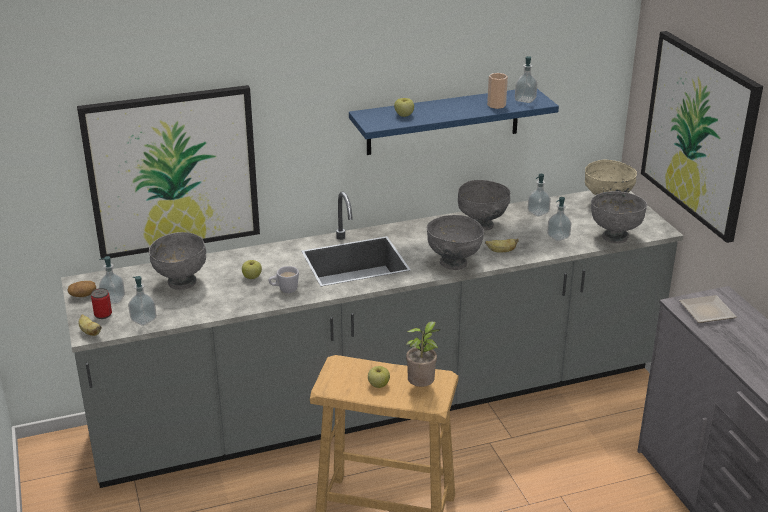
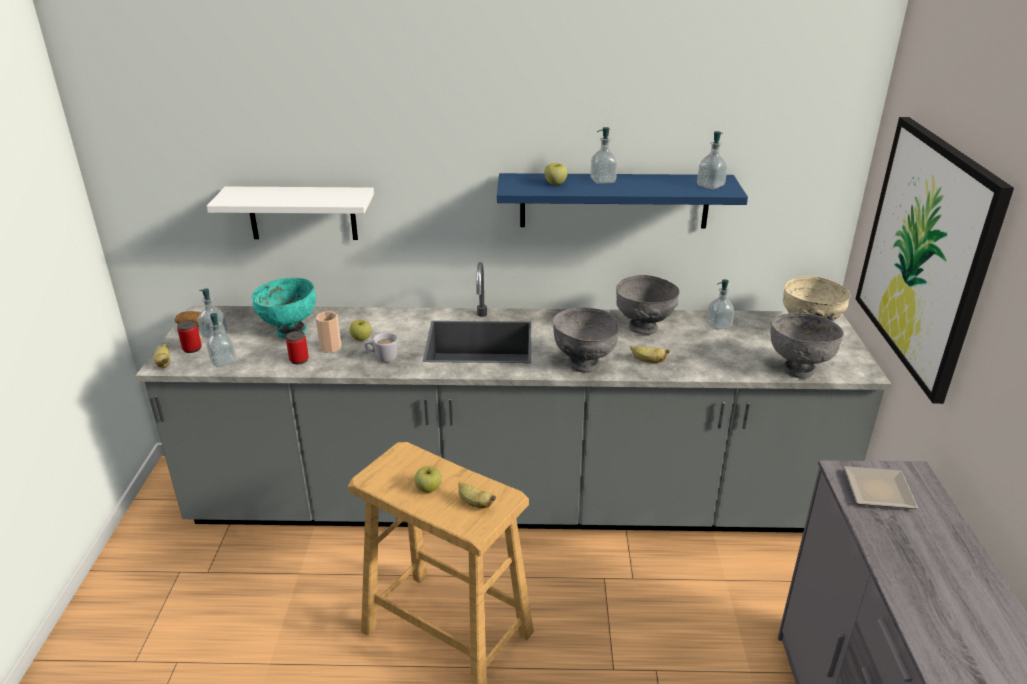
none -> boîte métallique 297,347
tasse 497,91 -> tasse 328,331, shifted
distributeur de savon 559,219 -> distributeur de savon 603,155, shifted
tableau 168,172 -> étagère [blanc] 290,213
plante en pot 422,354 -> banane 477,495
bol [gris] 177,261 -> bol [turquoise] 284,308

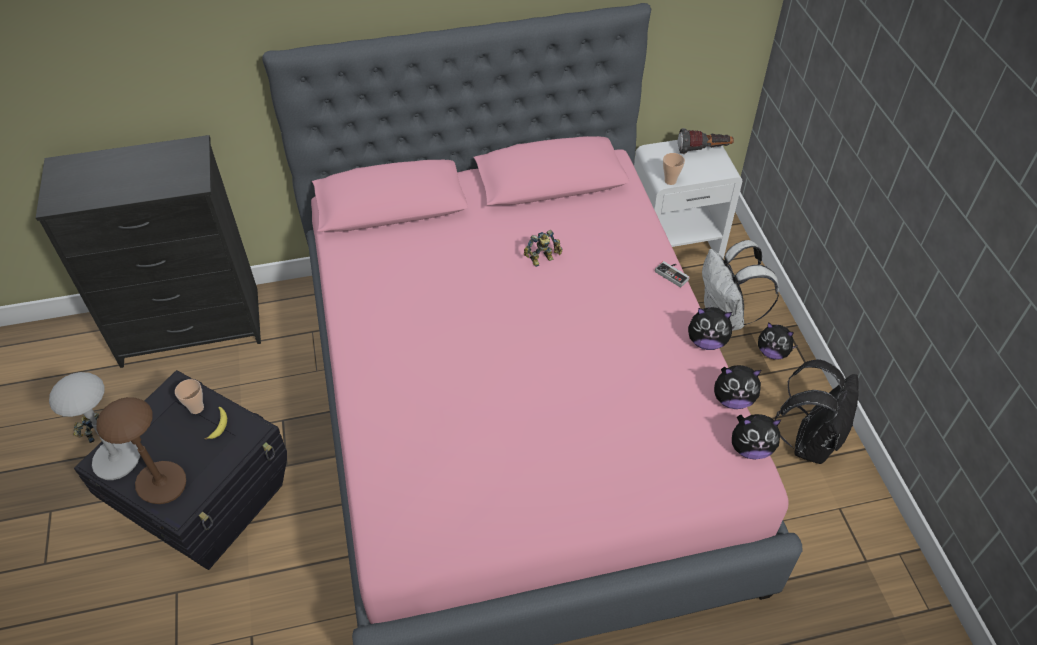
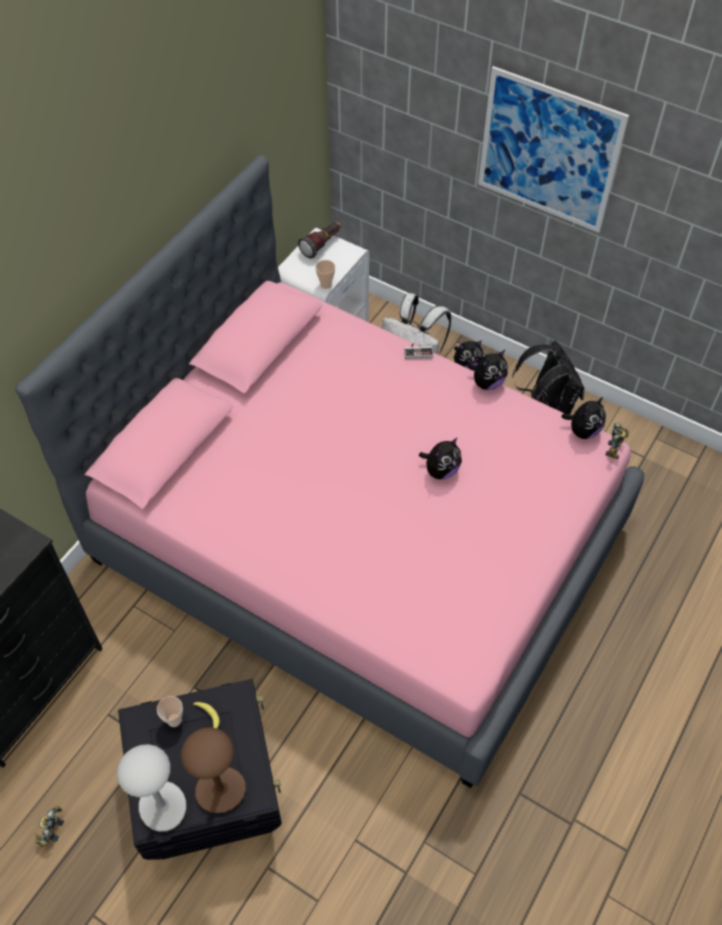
none -> tableau 553,149
robot jouet 543,248 -> robot jouet 617,440, shifted
peluche 738,387 -> peluche 440,459, shifted

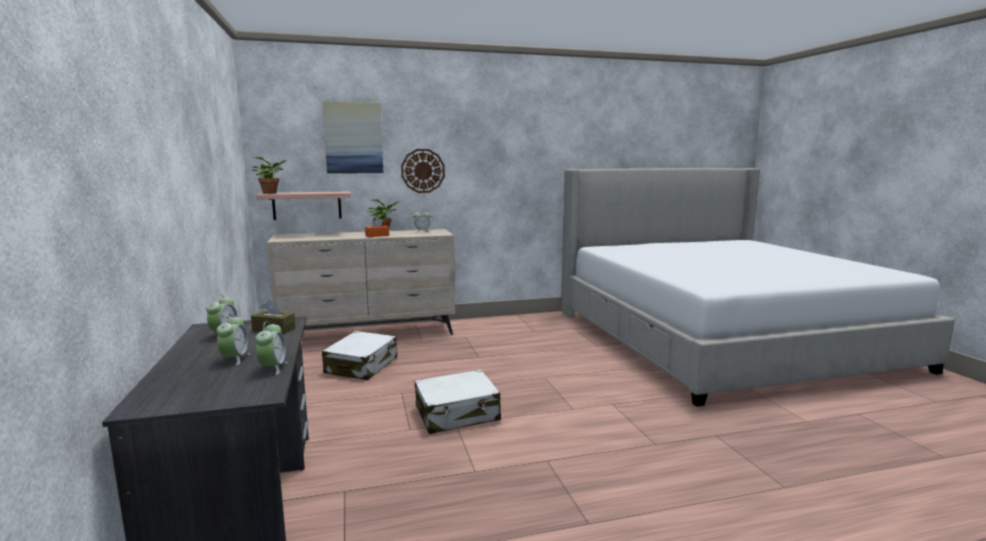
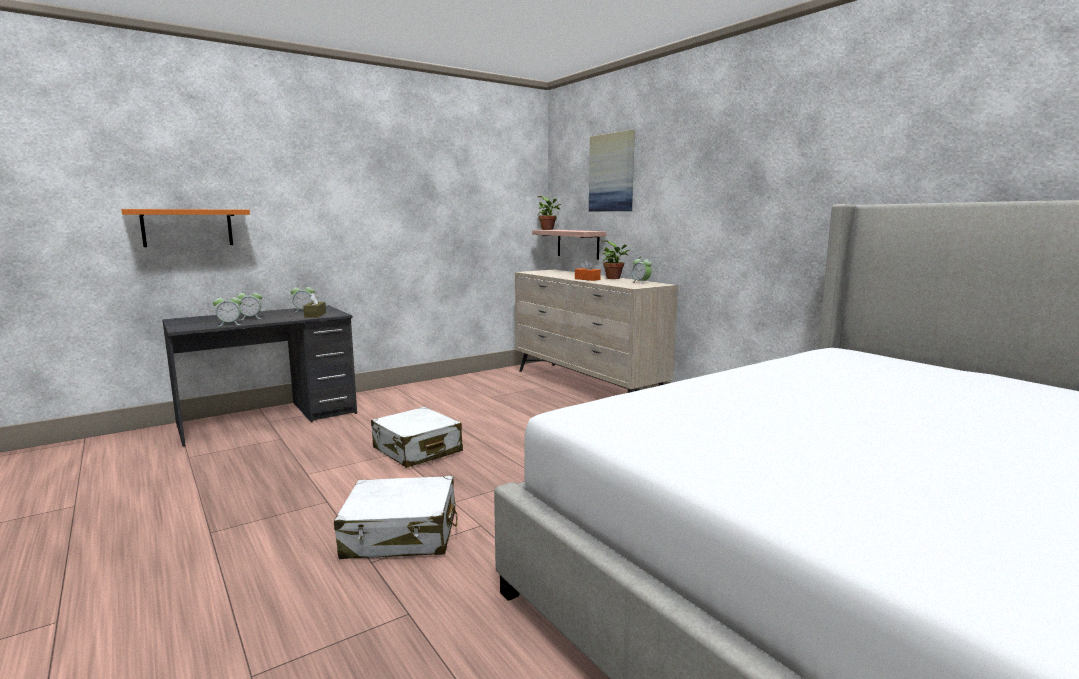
horloge murale 423,171 -> none
none -> étagère [orange] 185,228
valise [blanc] 359,355 -> valise [blanc] 395,517, shifted

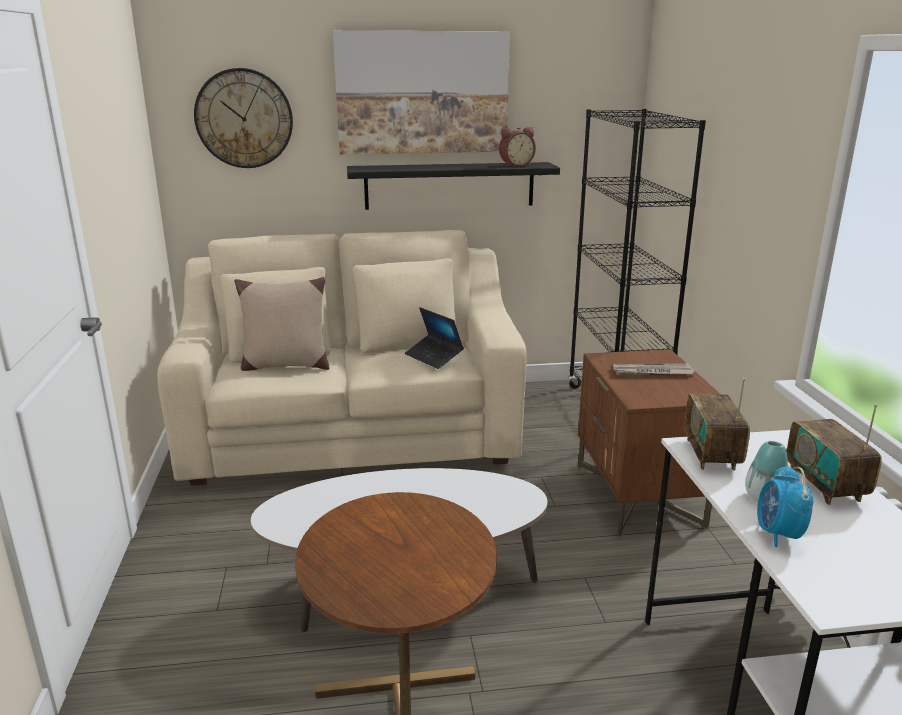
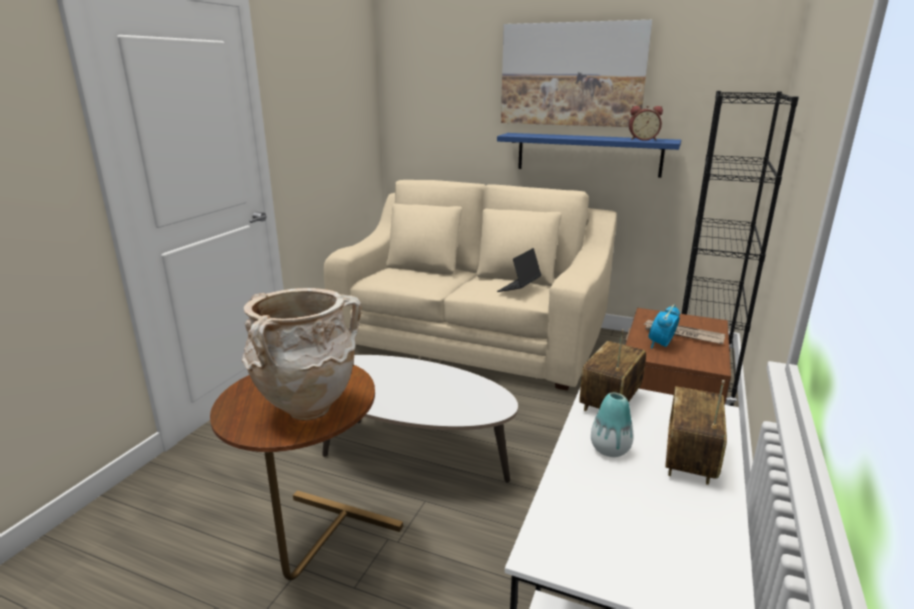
horloge murale 243,118 -> none
coussin [beige] 281,324 -> none
none -> vase [beige] 302,354
réveil 785,506 -> réveil 664,326, shifted
étagère [noir] 453,186 -> étagère [bleu] 589,155
ordinateur portable 434,338 -> ordinateur portable 519,270, 45 degrees clockwise

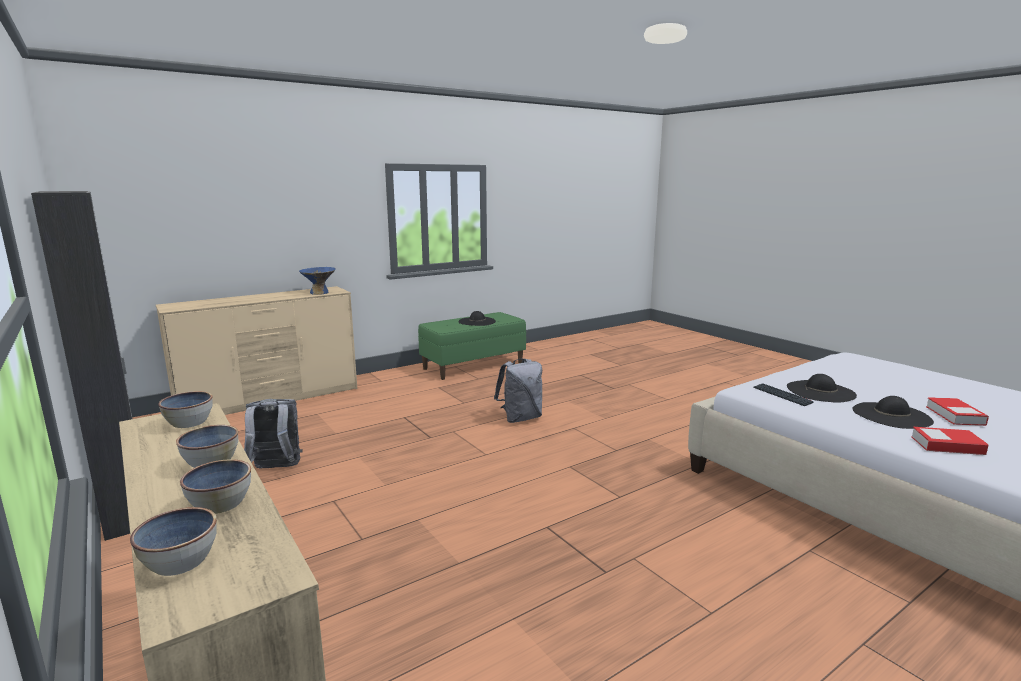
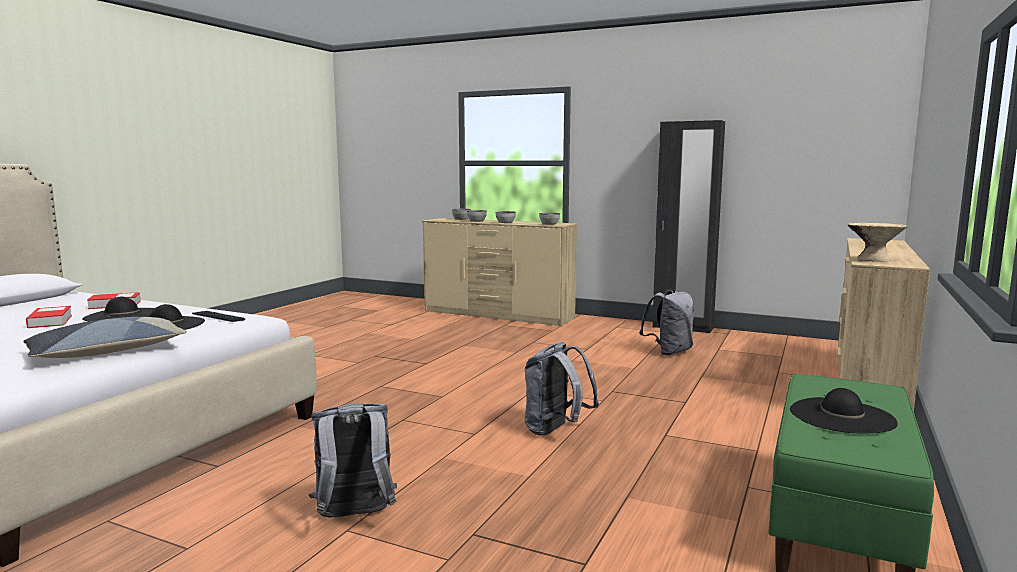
none -> coussin 105,337
none -> sac à dos [gris] 353,460
bol [bleu] 317,281 -> bol [beige] 878,242

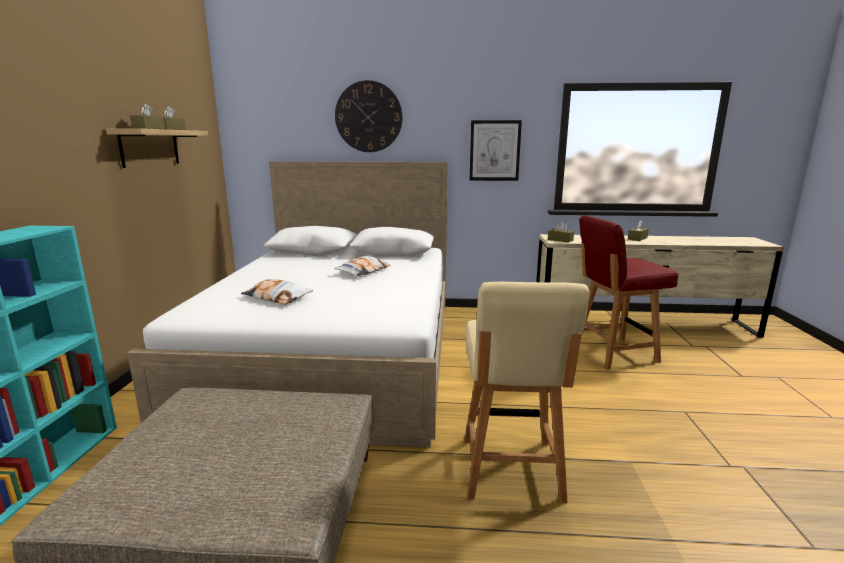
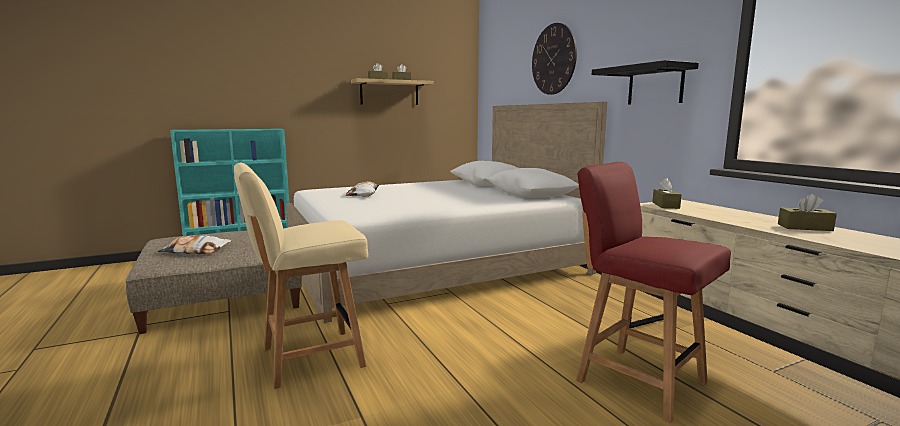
coussin 362,266 -> coussin 195,244, shifted
tableau 496,150 -> étagère [noir] 645,82

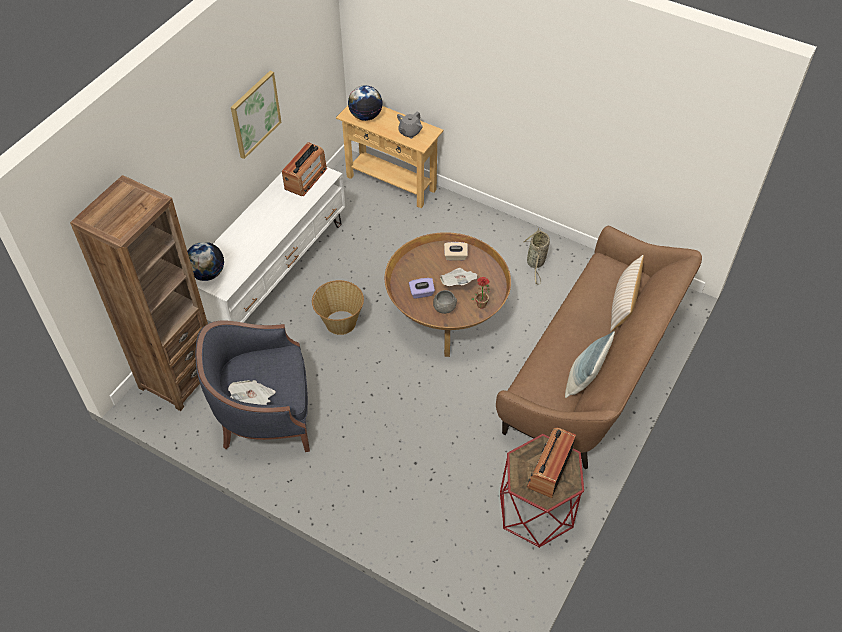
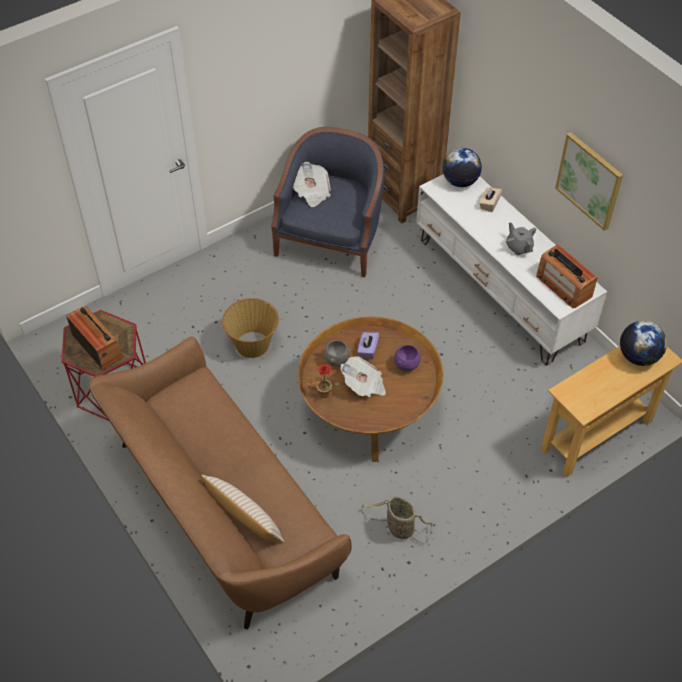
coussin 590,364 -> none
none -> bol [violet] 407,358
panier 338,307 -> panier 250,328, shifted
théière [gris] 410,125 -> théière [gris] 521,238, shifted
boîte à mouchoirs [beige] 456,251 -> boîte à mouchoirs [beige] 490,199, shifted

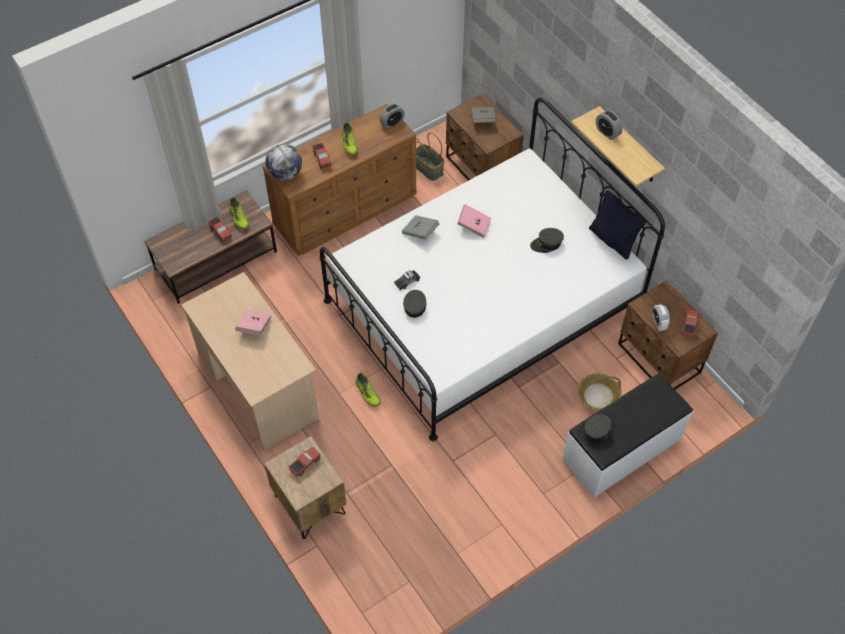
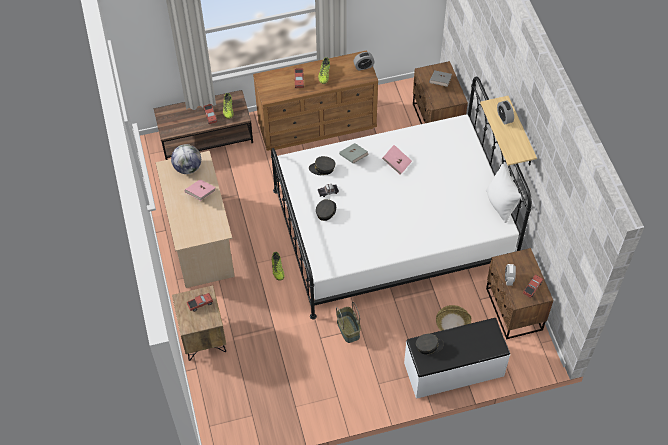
globe 283,162 -> globe 186,159, shifted
panier 430,157 -> panier 348,322, shifted
casquette [gris] 547,240 -> casquette [gris] 322,165, shifted
coussin [noir] 617,225 -> coussin [blanc] 504,193

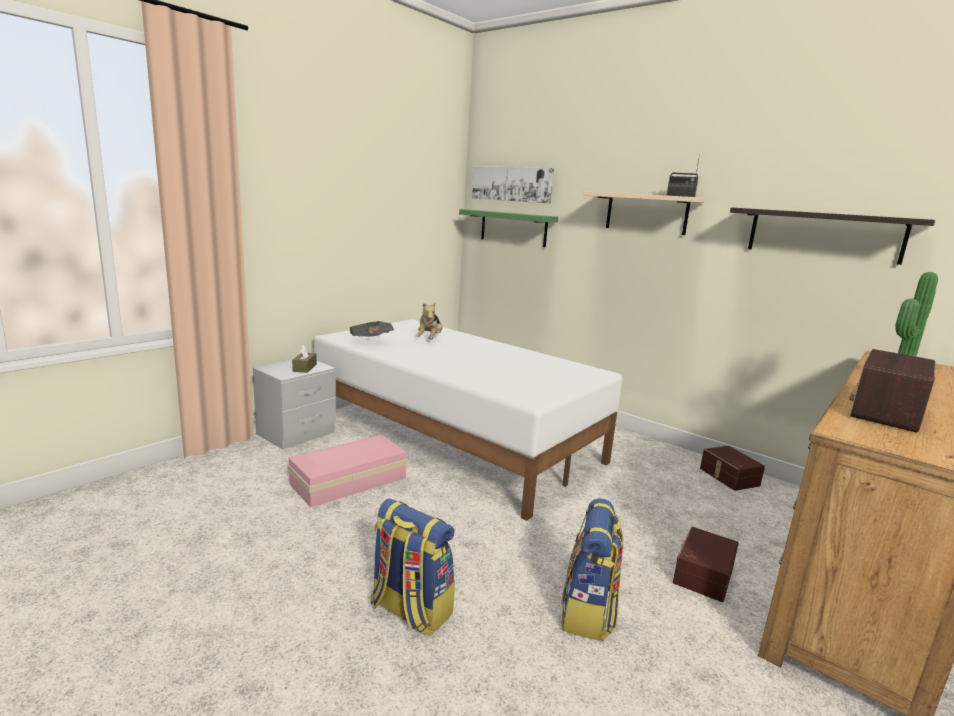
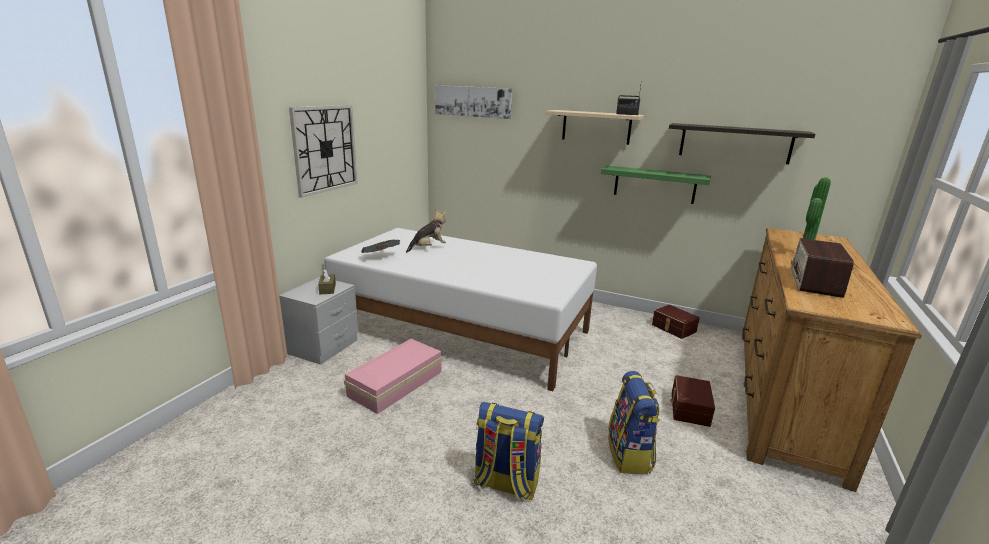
none -> horloge murale 323,151
étagère [vert] 508,228 -> étagère [vert] 656,185, shifted
peluche 429,320 -> peluche 426,231, 120 degrees counterclockwise

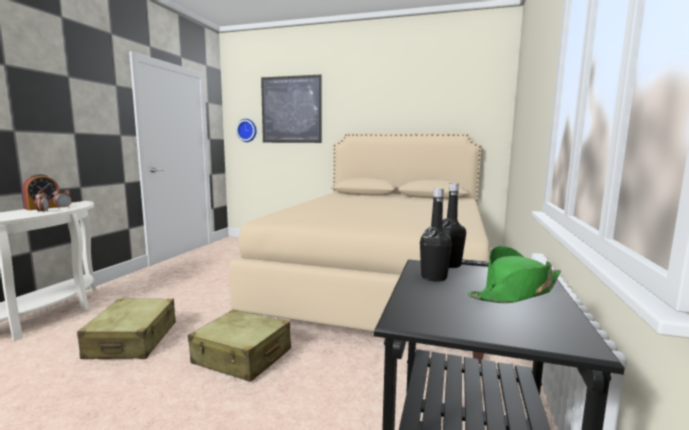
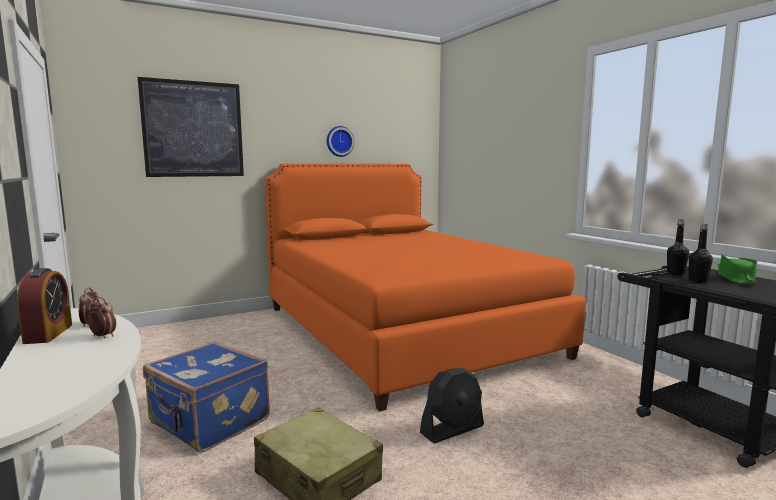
none -> valise [bleu] 206,397
horloge murale 246,130 -> horloge murale 340,141, shifted
valise [beige] 239,346 -> ventilateur [noir] 452,406
lit [beige] 359,248 -> lit [orange] 425,287

